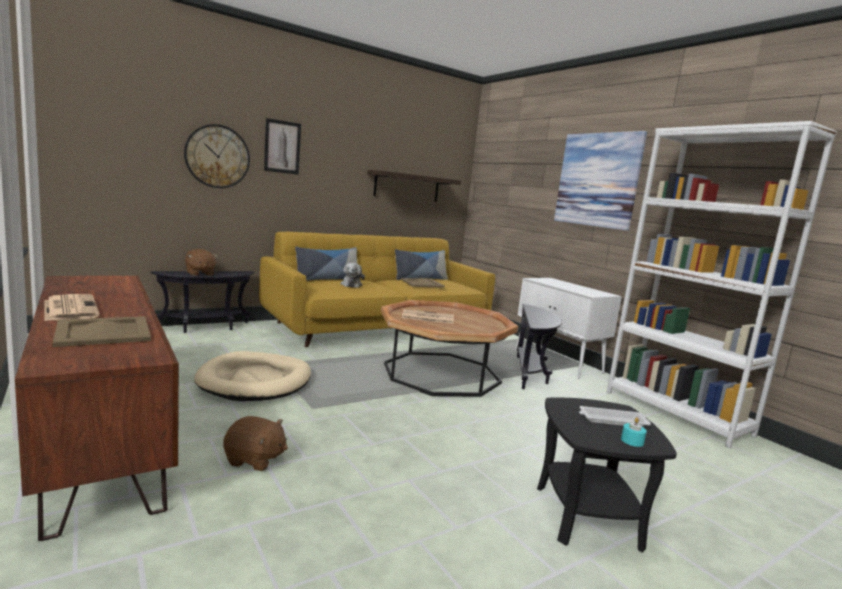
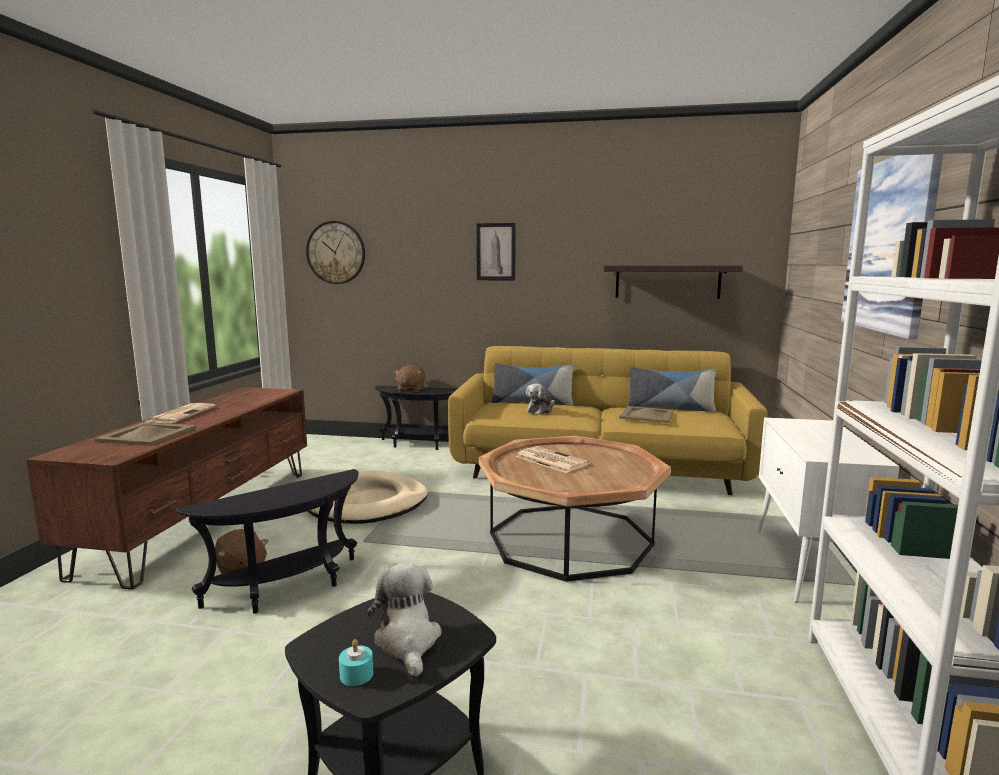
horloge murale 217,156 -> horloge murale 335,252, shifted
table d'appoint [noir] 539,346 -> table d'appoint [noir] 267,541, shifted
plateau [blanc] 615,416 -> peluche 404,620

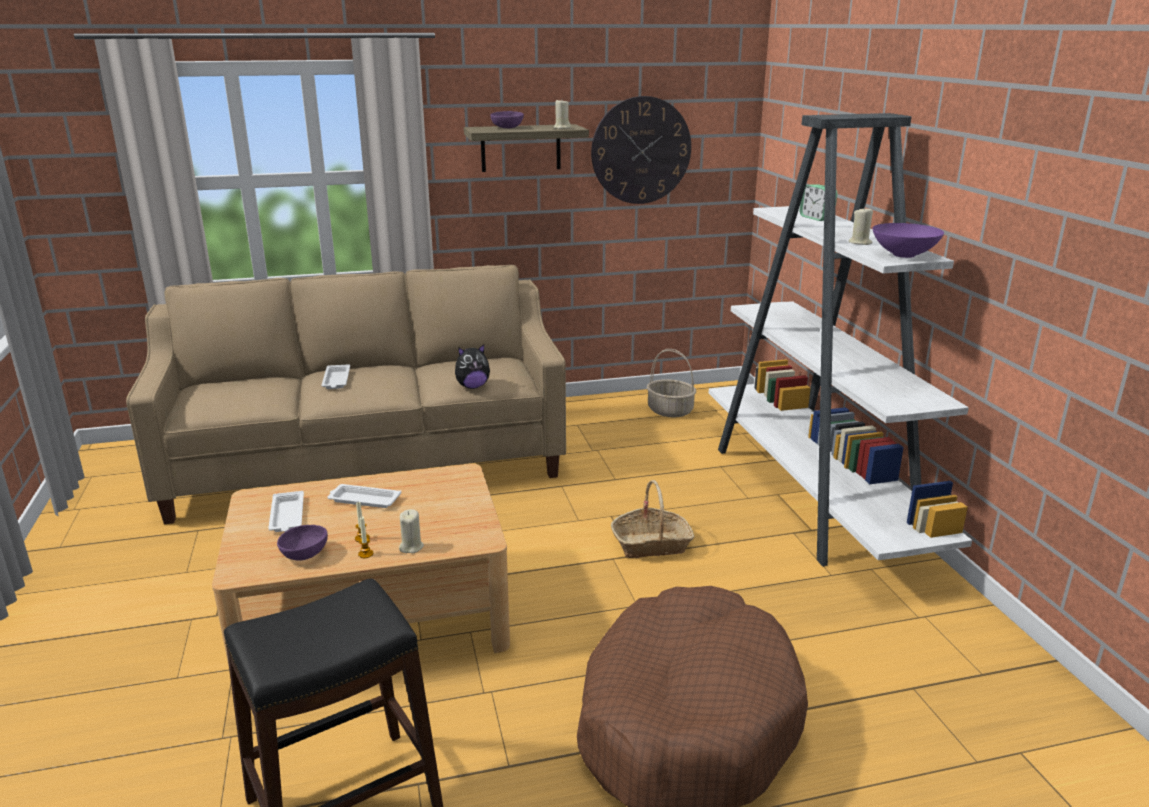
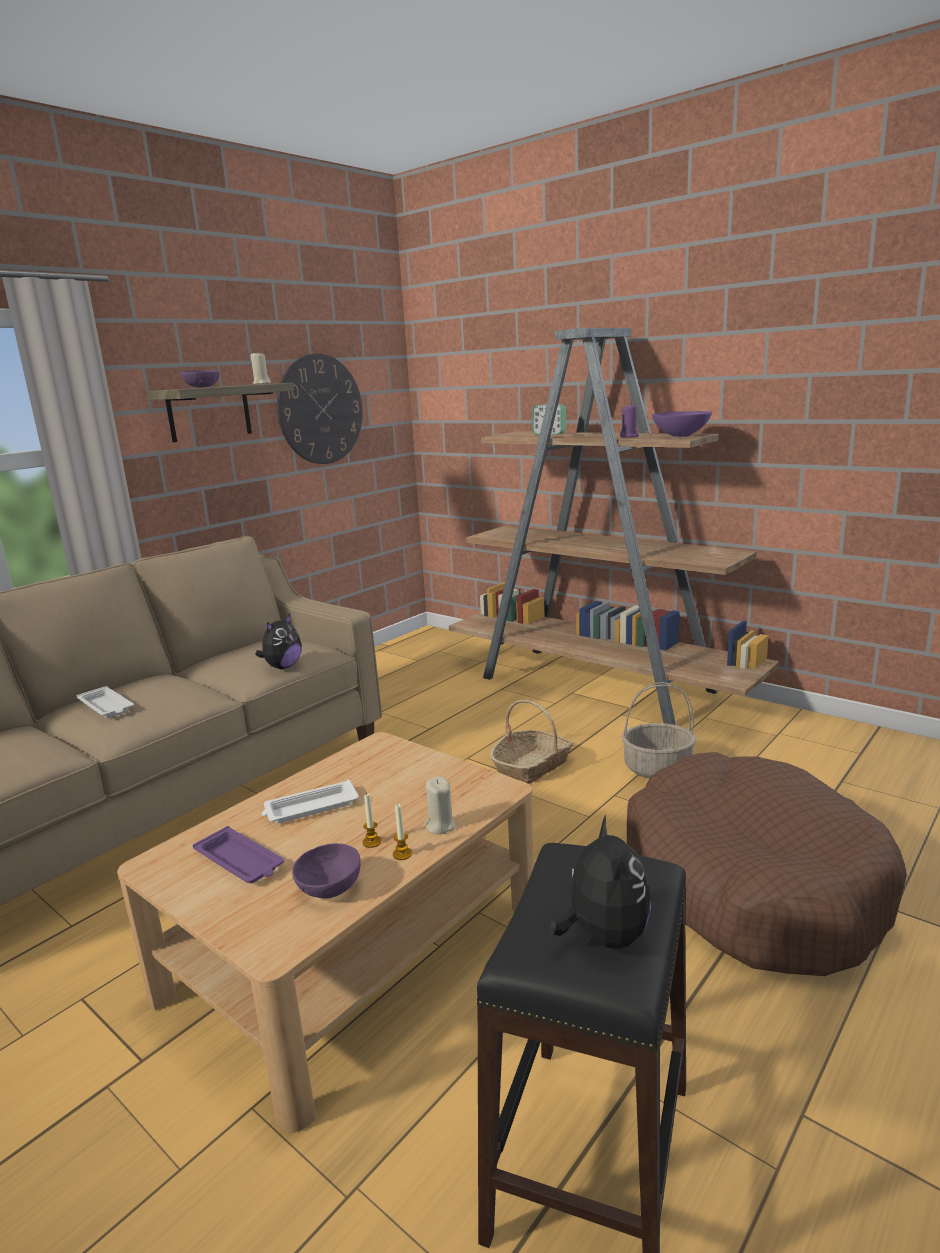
none -> peluche 600,882
panier 671,383 -> panier 659,730, shifted
plateau [blanc] 286,511 -> plateau [violet] 238,854
bibliothèque [blanc] 840,339 -> bibliothèque [marron] 614,526
bougie [beige] 861,226 -> bougie [violet] 629,420

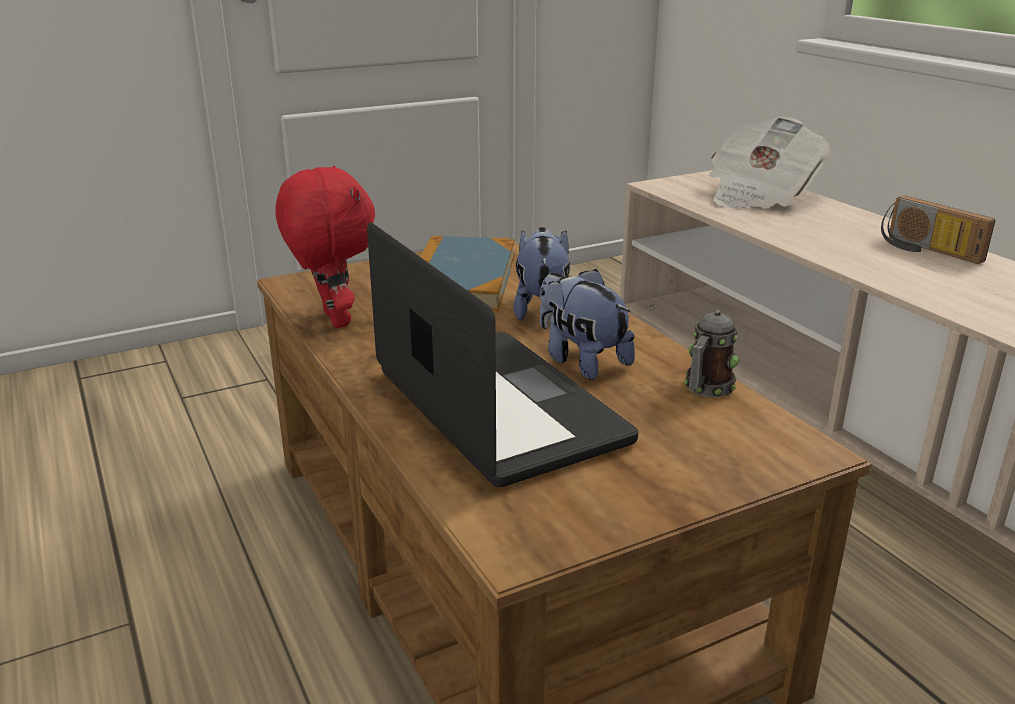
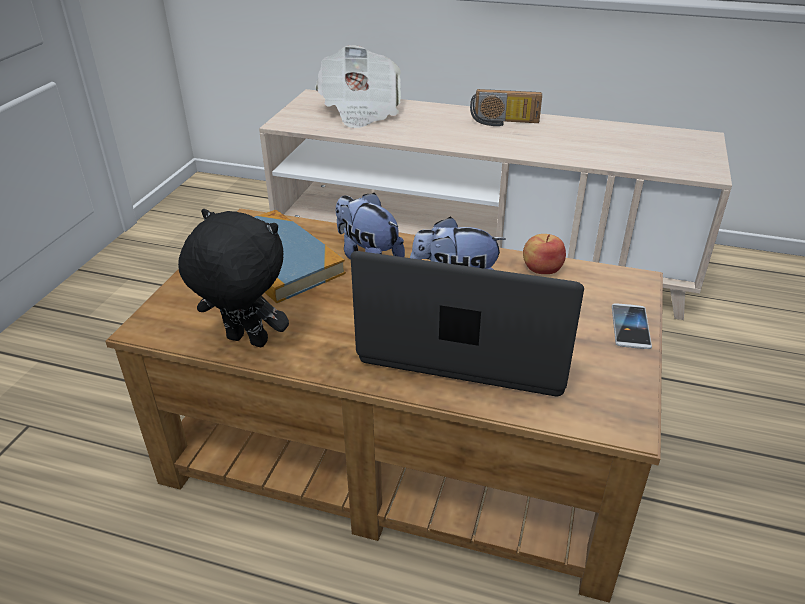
none -> téléphone 632,326
mug 711,353 -> pomme 544,254
peluche [rouge] 325,246 -> peluche [noir] 233,278

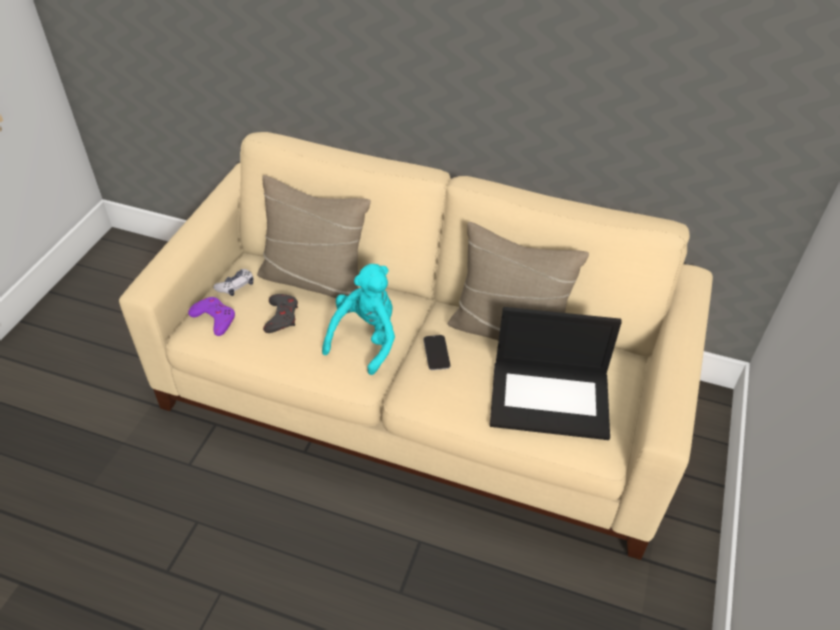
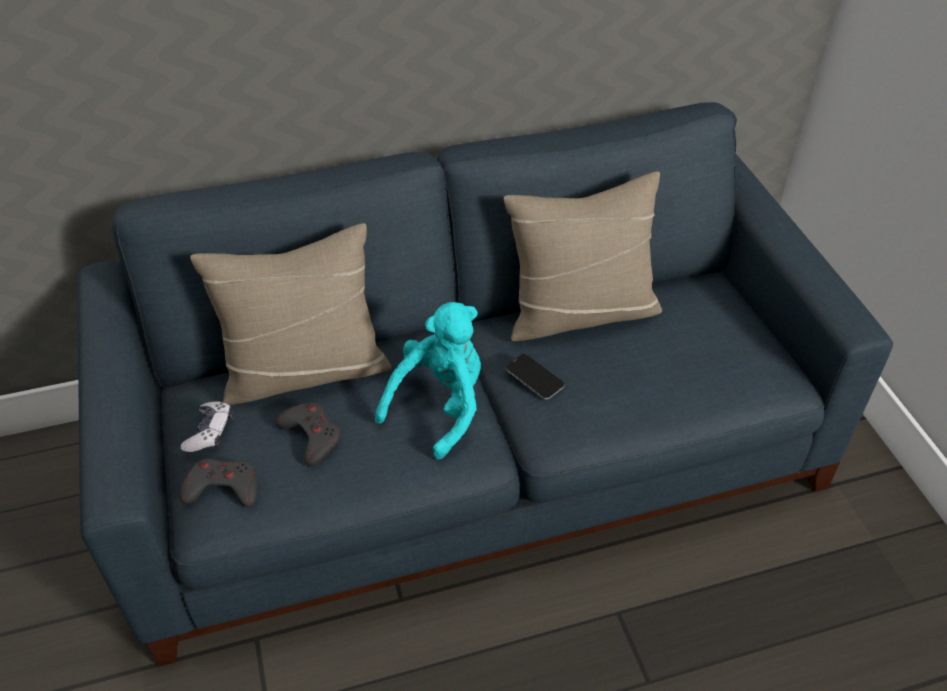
ordinateur portable 556,373 -> none
canapé [beige] 416,346 -> canapé [bleu] 485,384
manette [violet] 211,316 -> manette [gris] 218,482
peluche [turquoise] 358,319 -> peluche [turquoise] 428,381, 45 degrees clockwise

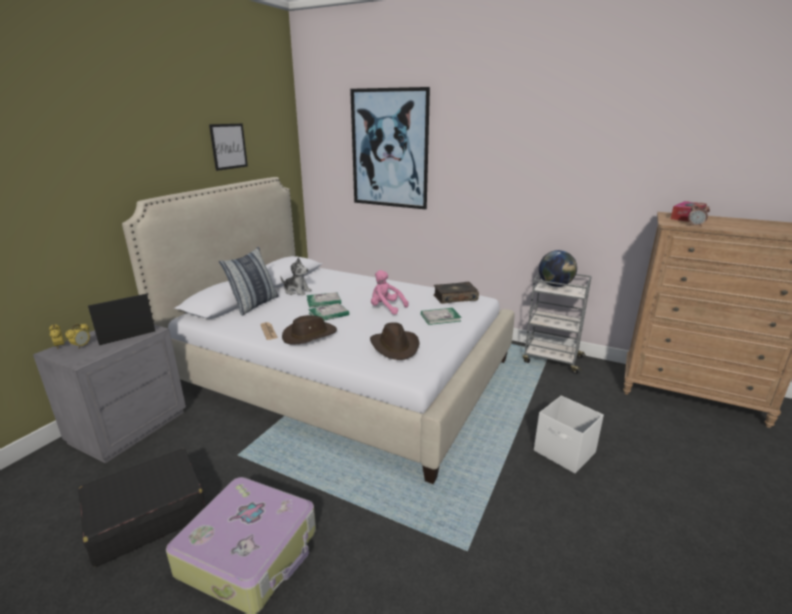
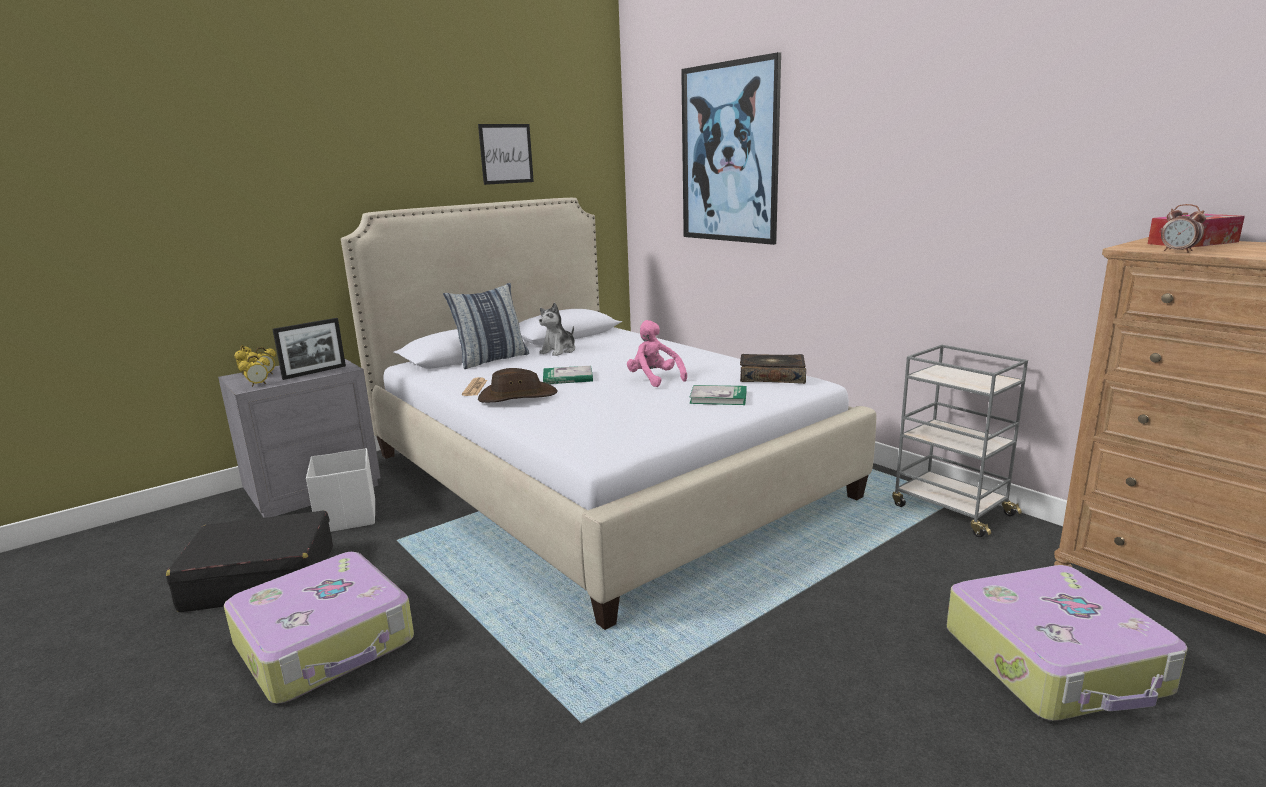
livre 324,300 -> none
chapeau [marron] 395,341 -> none
globe 558,268 -> none
none -> réveil 254,371
none -> valise 1067,643
boîte de rangement [blanc] 569,434 -> boîte de rangement [blanc] 340,490, shifted
cadre photo 121,319 -> cadre photo 309,349, 150 degrees clockwise
peluche 296,277 -> peluche 557,329, 75 degrees clockwise

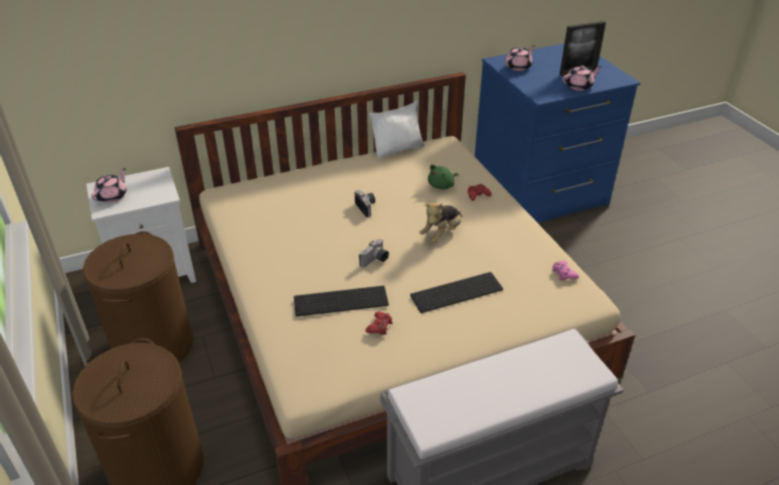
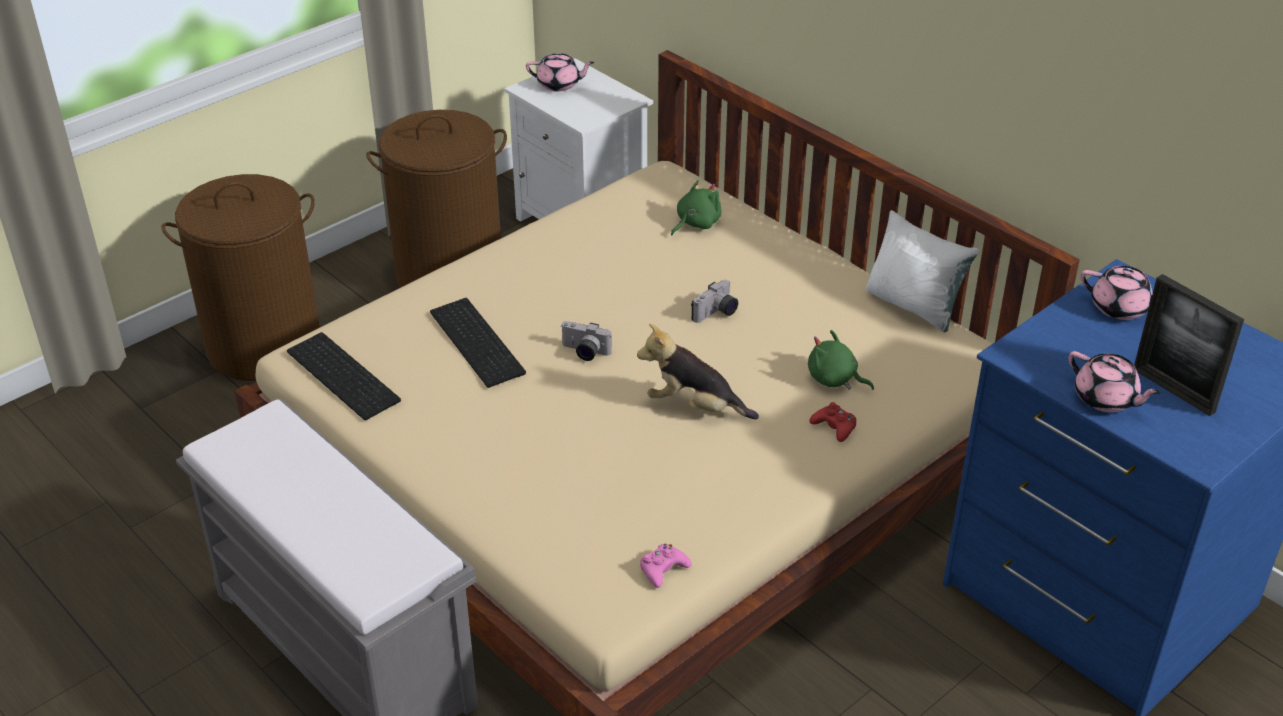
manette [rouge] 378,323 -> none
none -> peluche [vert] 696,207
clavier 456,292 -> clavier 344,376, shifted

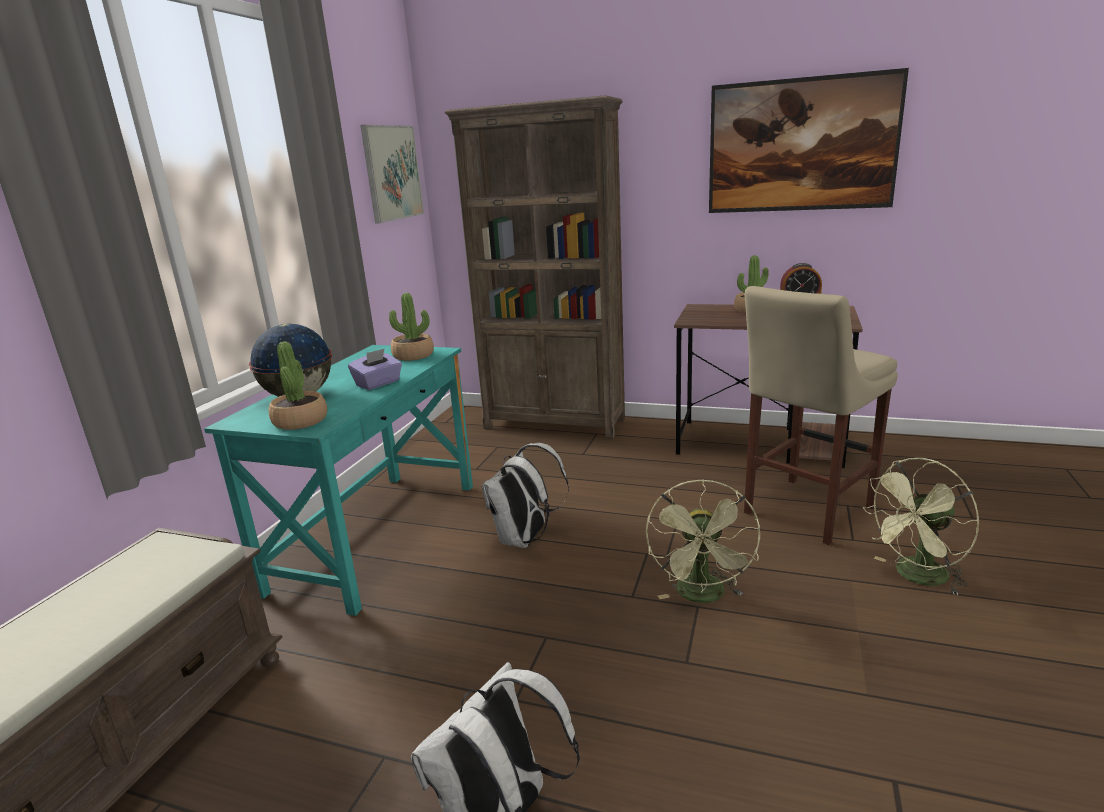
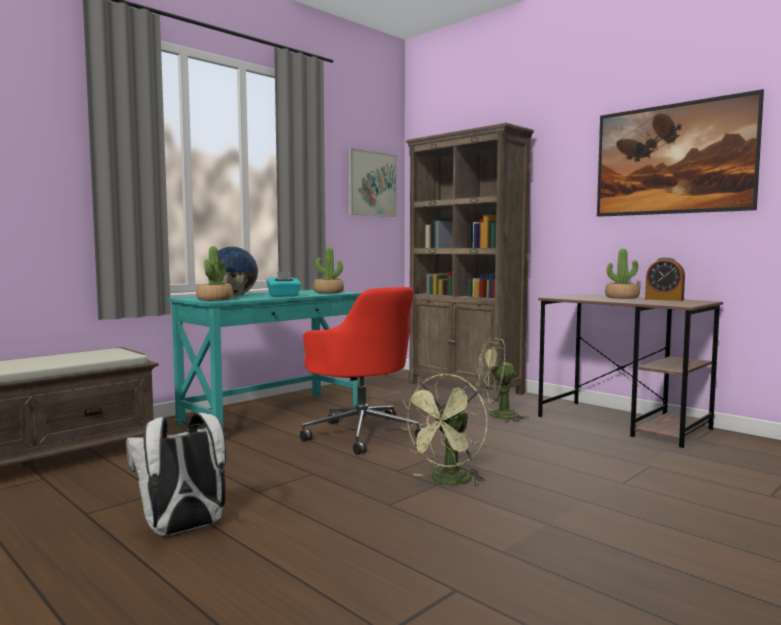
tabouret [beige] 821,415 -> none
ventilateur [vert] 921,526 -> ventilateur [vert] 502,380, shifted
sac à dos [blanc] 525,495 -> chaise de bureau [rouge] 362,371
boîte à mouchoirs [violet] 375,369 -> boîte à mouchoirs [turquoise] 283,284

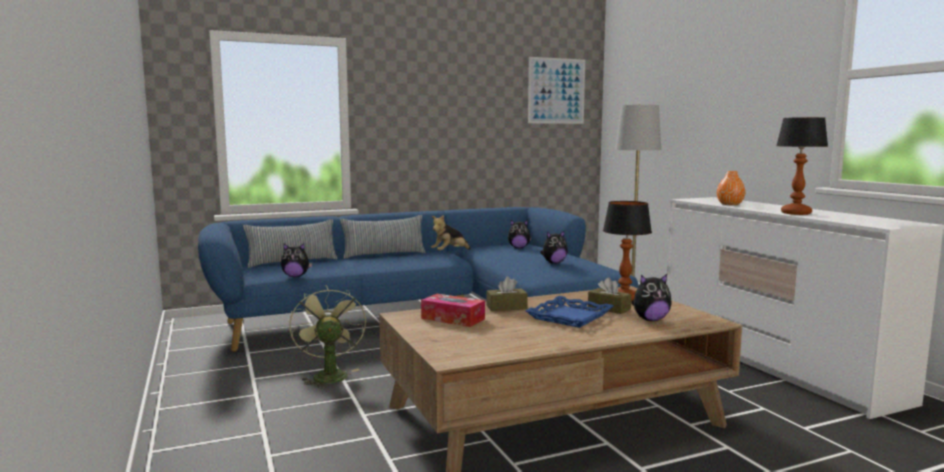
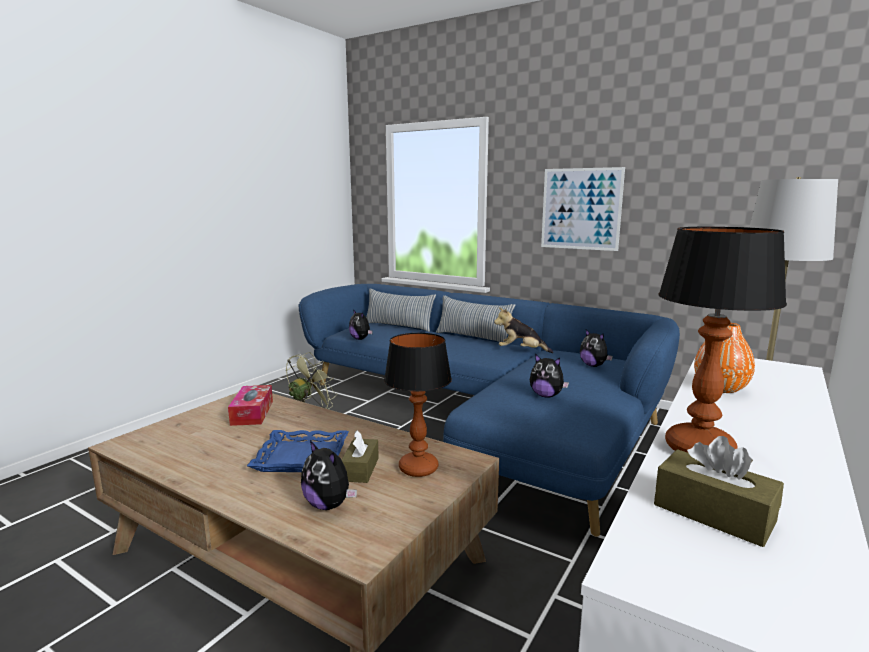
boîte à mouchoirs [marron] 507,293 -> boîte à mouchoirs [marron] 719,491, shifted
tableau 556,90 -> tableau 583,209, shifted

